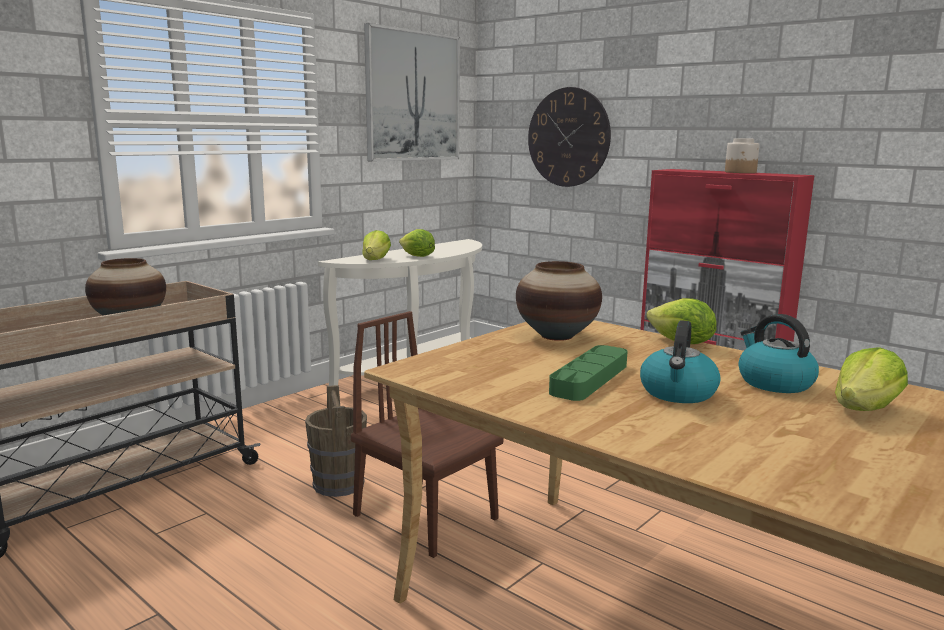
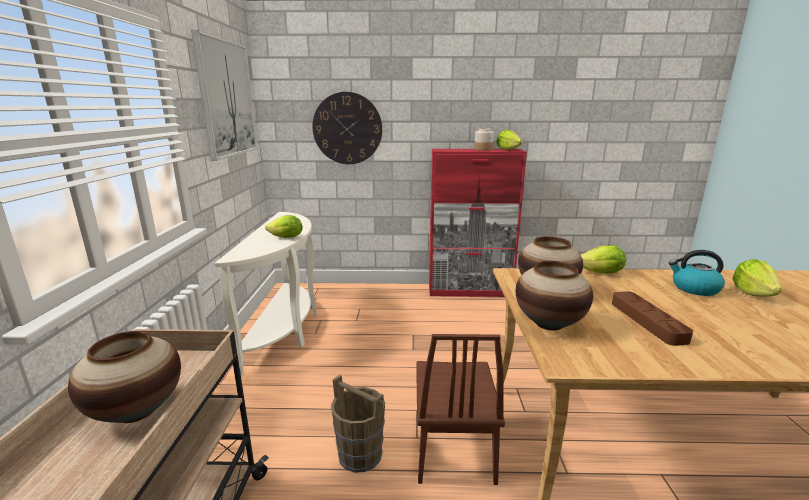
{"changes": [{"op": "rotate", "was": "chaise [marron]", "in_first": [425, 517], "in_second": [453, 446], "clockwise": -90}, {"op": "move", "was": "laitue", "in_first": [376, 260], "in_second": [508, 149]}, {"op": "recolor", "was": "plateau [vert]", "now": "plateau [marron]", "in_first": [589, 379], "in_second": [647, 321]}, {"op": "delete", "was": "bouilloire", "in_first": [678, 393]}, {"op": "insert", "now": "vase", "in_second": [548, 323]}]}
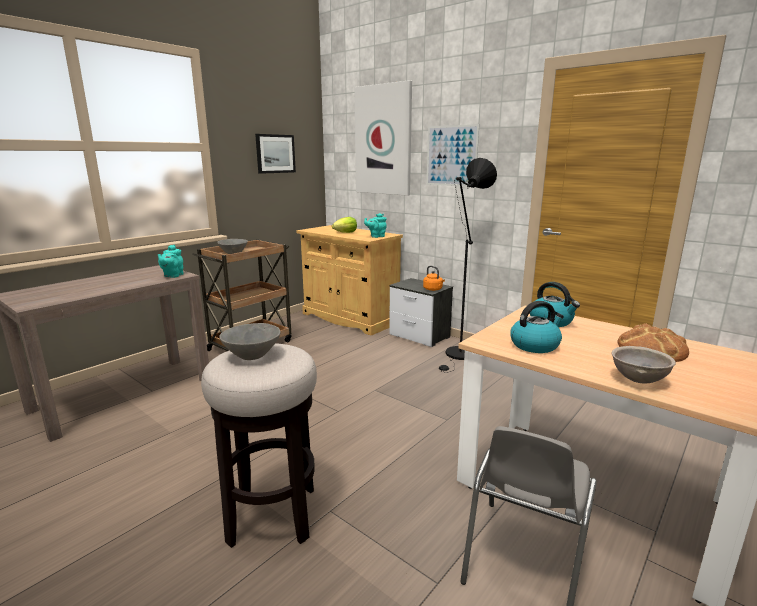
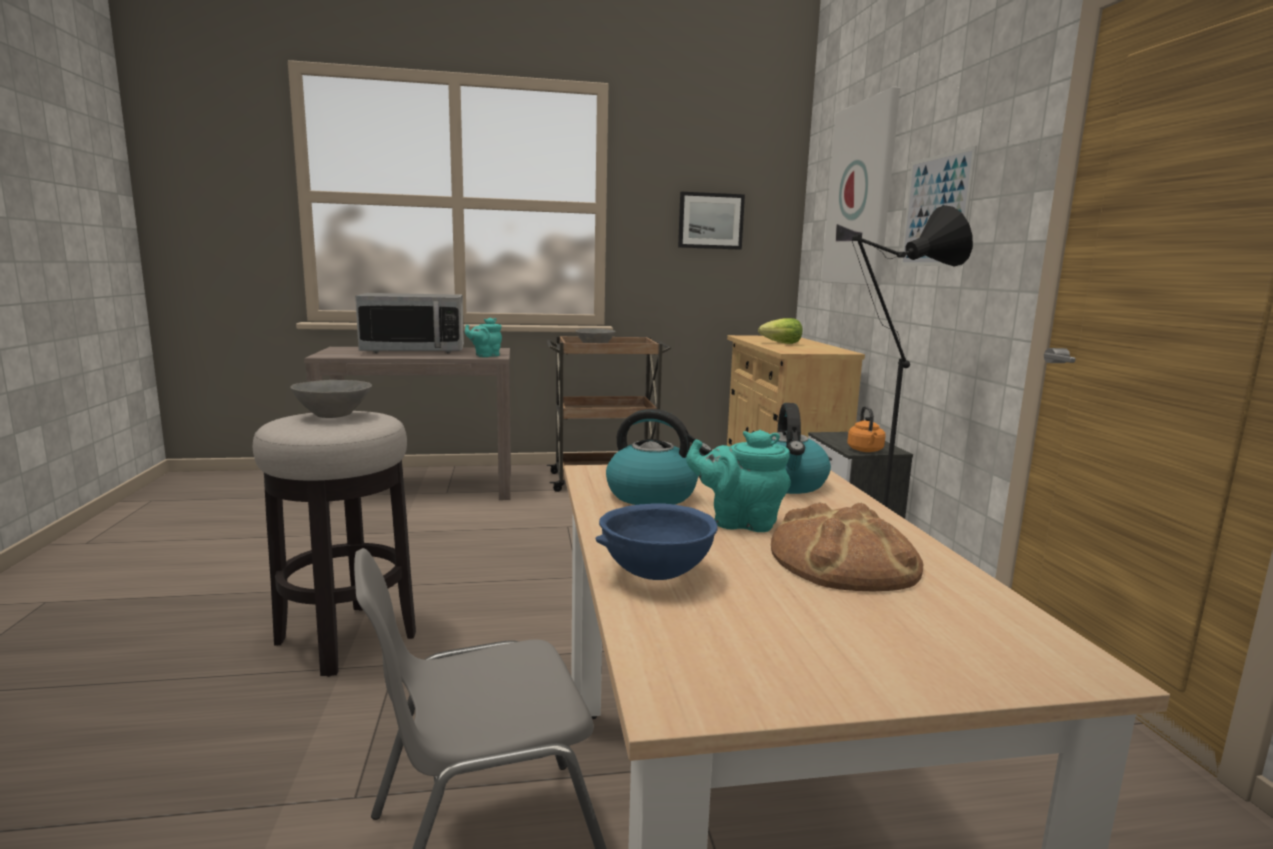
{"changes": [{"op": "move", "was": "théière [turquoise]", "in_first": [376, 236], "in_second": [739, 522]}, {"op": "recolor", "was": "bol [gris]", "now": "bol [bleu]", "in_first": [637, 380], "in_second": [654, 574]}, {"op": "insert", "now": "micro-ondes", "in_second": [414, 351]}]}
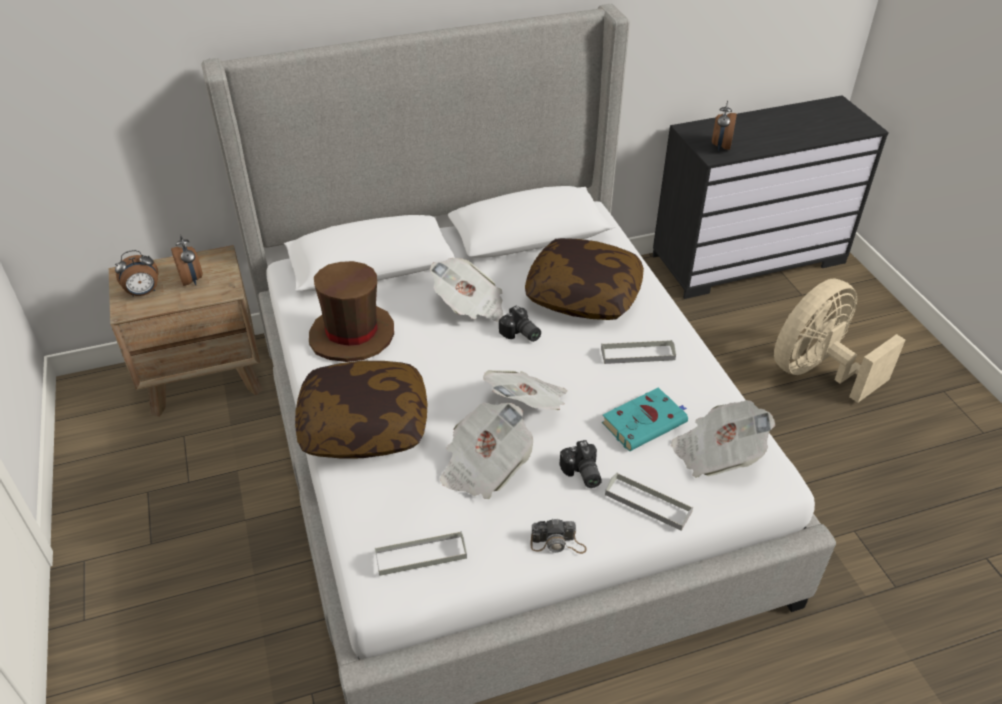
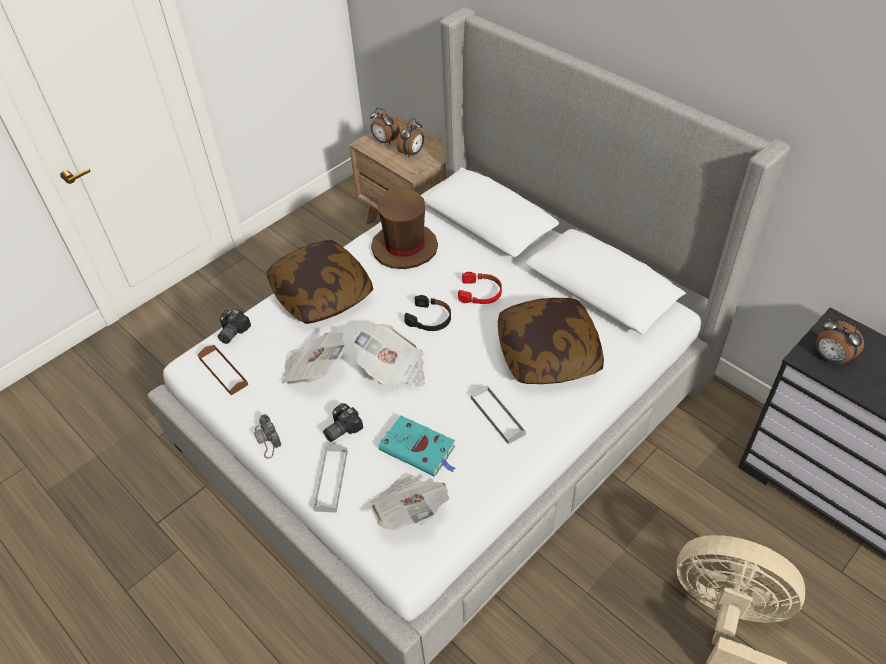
{"changes": [{"op": "recolor", "was": "plateau [gris]", "now": "plateau [marron]", "in_first": [421, 555], "in_second": [223, 371]}, {"op": "replace", "was": "journal", "now": "casque audio [rouge]", "in_first": [470, 306], "in_second": [480, 293]}, {"op": "move", "was": "appareil photo", "in_first": [520, 334], "in_second": [231, 332]}, {"op": "rotate", "was": "réveil", "in_first": [720, 146], "in_second": [830, 358], "clockwise": -120}, {"op": "insert", "now": "casque audio [noir]", "in_second": [430, 319]}]}
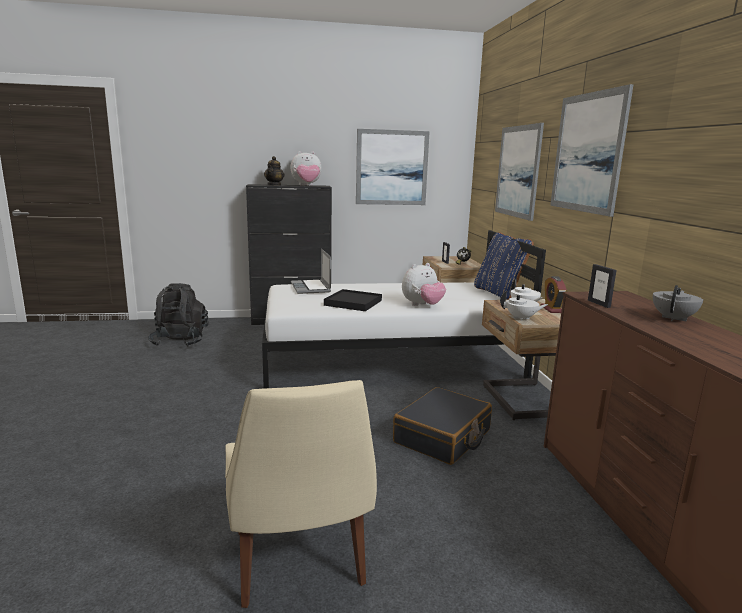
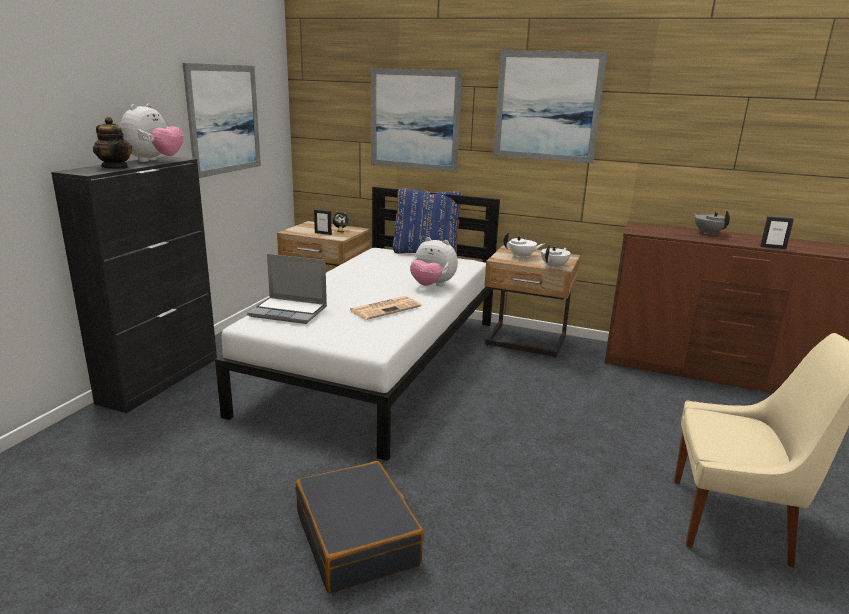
{"changes": [{"op": "delete", "was": "sac à dos [noir]", "in_first": [180, 341]}, {"op": "replace", "was": "plateau [noir]", "now": "journal", "in_first": [353, 303], "in_second": [385, 308]}, {"op": "move", "was": "valise [noir]", "in_first": [443, 437], "in_second": [357, 539]}, {"op": "rotate", "was": "peluche", "in_first": [422, 305], "in_second": [432, 286], "clockwise": 120}, {"op": "delete", "was": "réveil", "in_first": [552, 309]}, {"op": "move", "was": "cadre photo", "in_first": [599, 304], "in_second": [773, 247]}]}
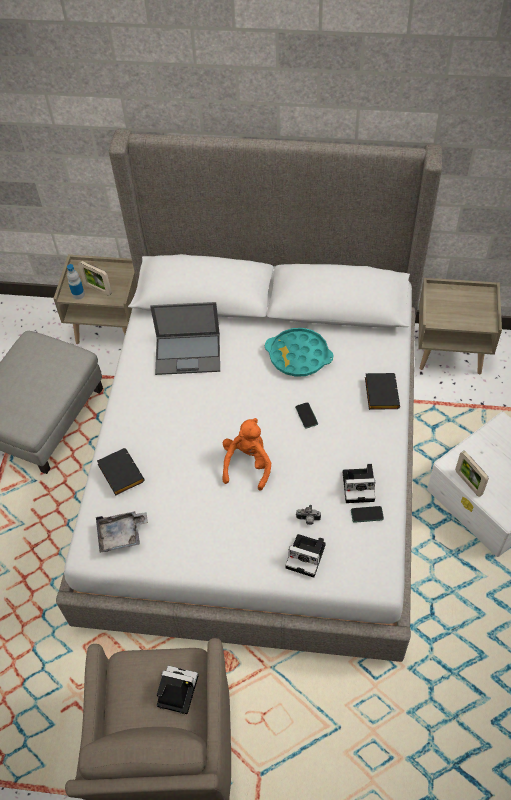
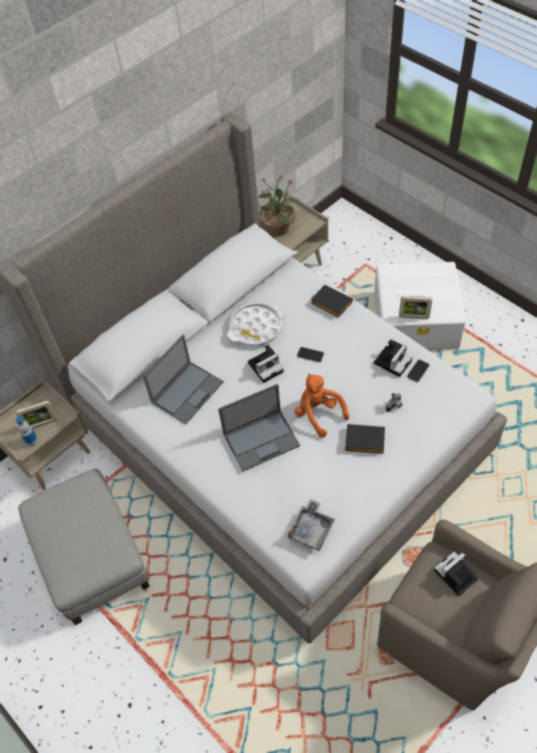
{"changes": [{"op": "move", "was": "livre [noir]", "in_first": [119, 473], "in_second": [363, 442]}, {"op": "recolor", "was": "plateau [turquoise]", "now": "plateau [blanc]", "in_first": [298, 356], "in_second": [256, 328]}, {"op": "move", "was": "appareil photo", "in_first": [307, 556], "in_second": [266, 366]}, {"op": "insert", "now": "ordinateur portable", "in_second": [262, 439]}, {"op": "insert", "now": "plante en pot", "in_second": [278, 228]}]}
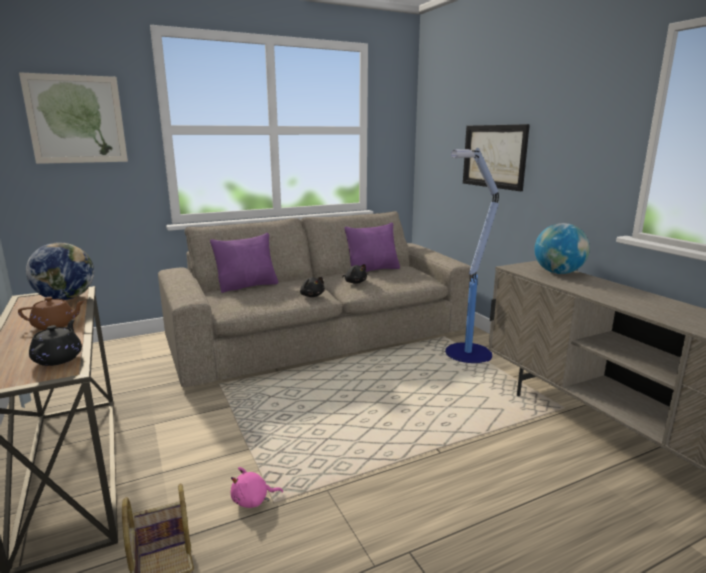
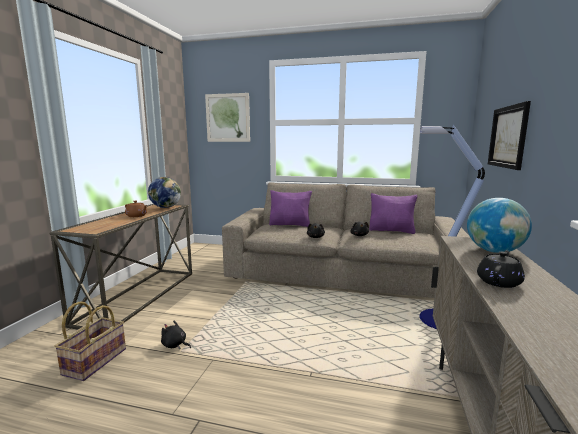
{"changes": [{"op": "move", "was": "théière [noir]", "in_first": [58, 358], "in_second": [499, 282]}, {"op": "recolor", "was": "peluche [rose]", "now": "peluche [noir]", "in_first": [253, 500], "in_second": [175, 345]}]}
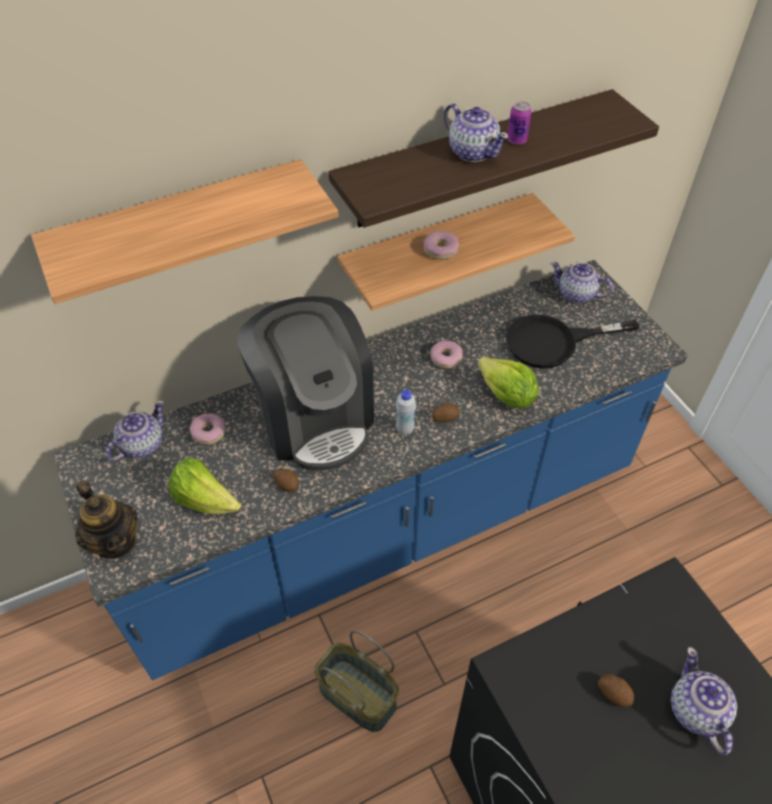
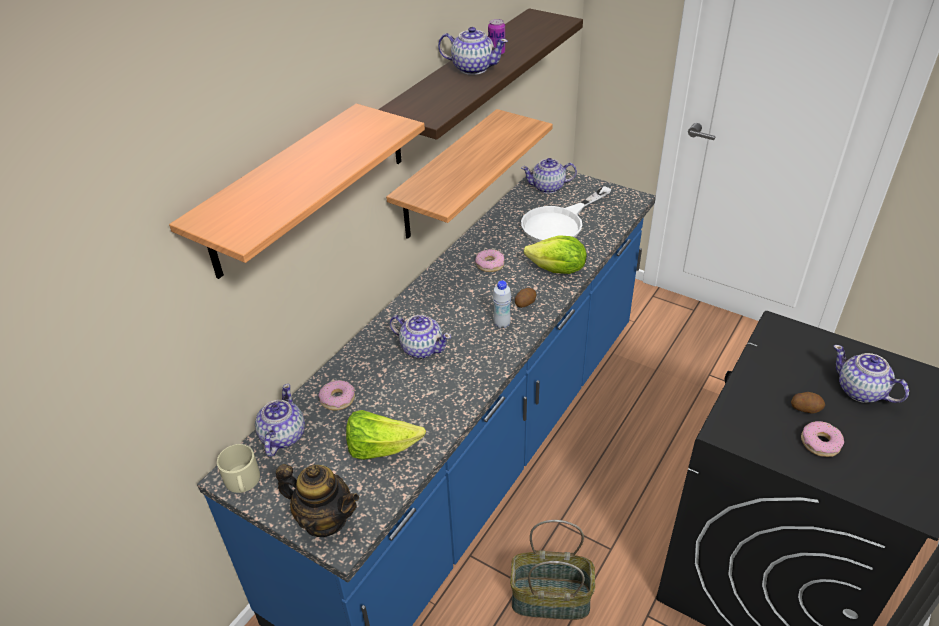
{"changes": [{"op": "replace", "was": "machine à café", "now": "théière", "in_first": [314, 418], "in_second": [421, 348]}, {"op": "delete", "was": "pomme de terre", "in_first": [287, 484]}, {"op": "move", "was": "beignet", "in_first": [440, 249], "in_second": [820, 443]}, {"op": "recolor", "was": "poêle [noir]", "now": "poêle [blanc]", "in_first": [553, 342], "in_second": [559, 223]}, {"op": "insert", "now": "mug [beige]", "in_second": [243, 482]}]}
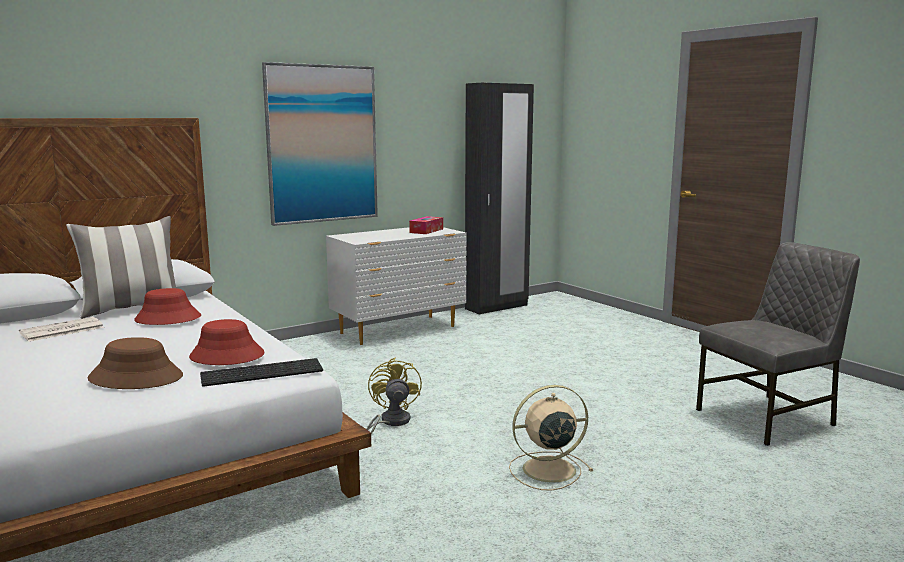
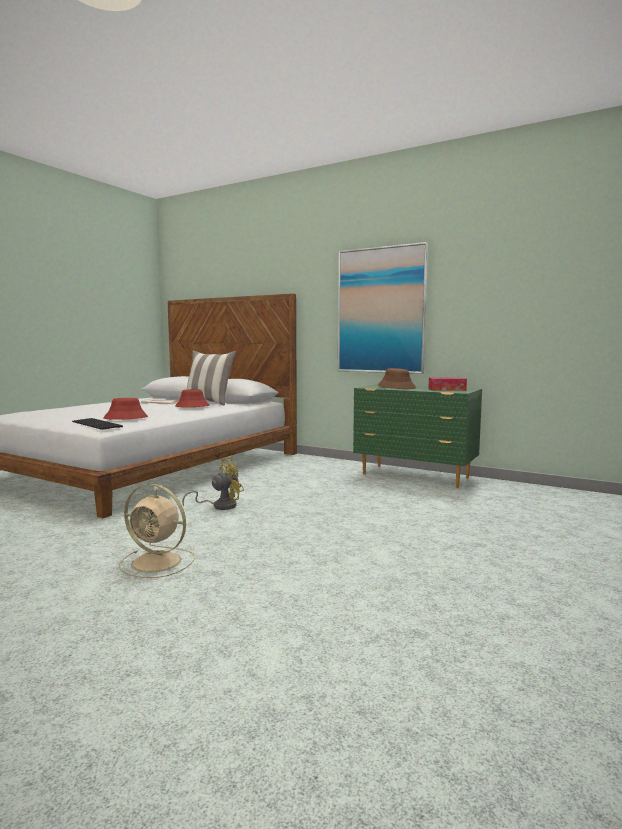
{"changes": [{"op": "move", "was": "chapeau [marron]", "in_first": [136, 377], "in_second": [396, 387]}, {"op": "recolor", "was": "commode [blanc]", "now": "commode [vert]", "in_first": [399, 330], "in_second": [415, 476]}, {"op": "delete", "was": "armoire [noir]", "in_first": [497, 307]}, {"op": "rotate", "was": "ventilateur [beige]", "in_first": [546, 470], "in_second": [158, 562], "clockwise": 150}, {"op": "delete", "was": "chaise [gris]", "in_first": [768, 418]}]}
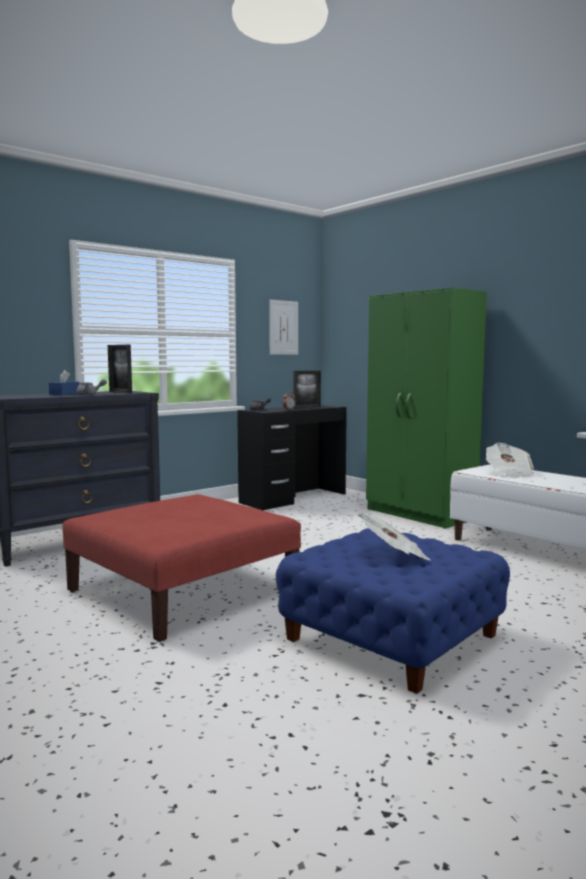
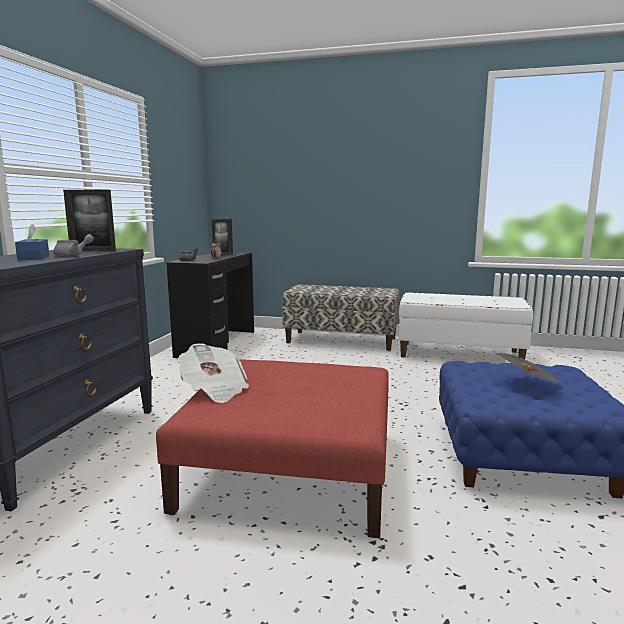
{"changes": [{"op": "delete", "was": "tableau", "in_first": [283, 327]}, {"op": "replace", "was": "armoire [vert]", "now": "banc", "in_first": [420, 514], "in_second": [341, 340]}, {"op": "move", "was": "journal", "in_first": [509, 473], "in_second": [214, 390]}]}
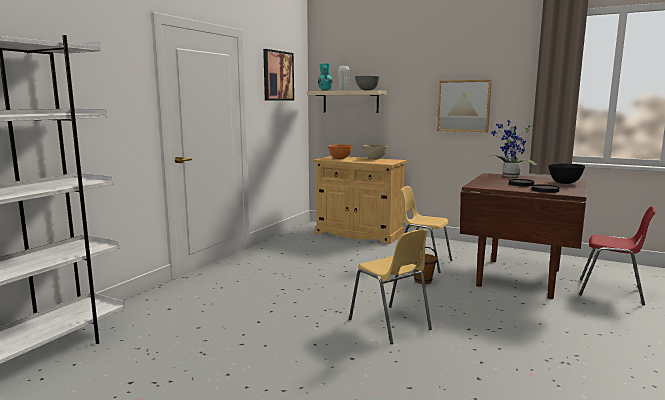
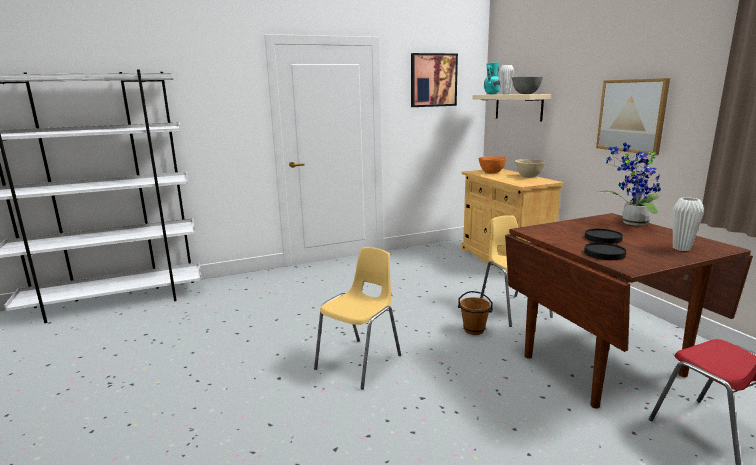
{"changes": [{"op": "rotate", "was": "chaise [jaune]", "in_first": [390, 325], "in_second": [360, 362], "clockwise": -150}, {"op": "replace", "was": "bol [noir]", "now": "vase [blanc]", "in_first": [564, 183], "in_second": [681, 248]}]}
